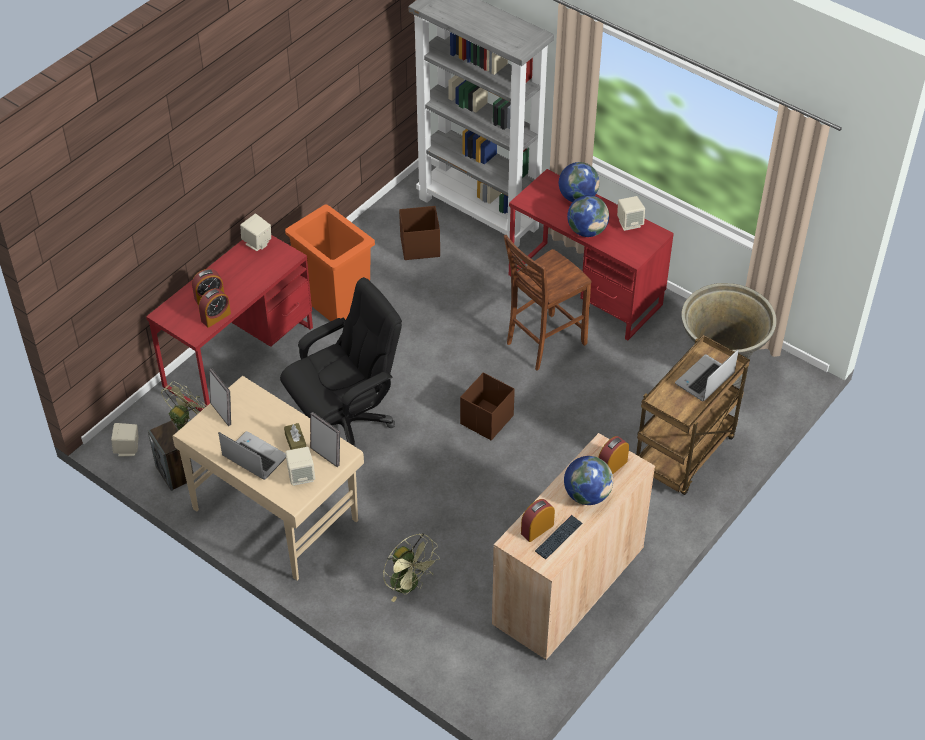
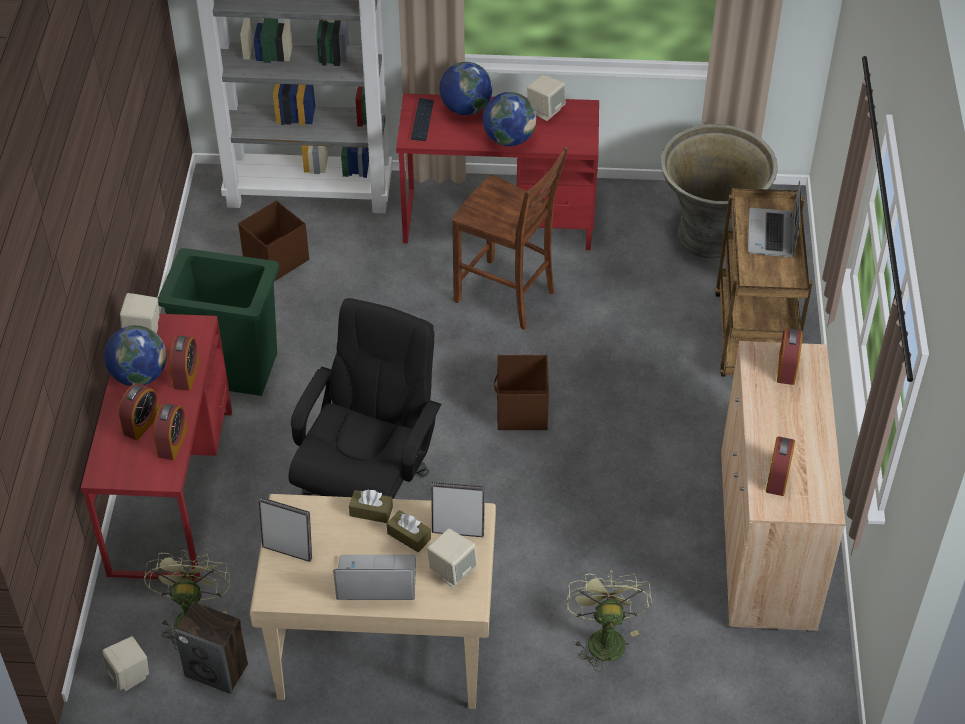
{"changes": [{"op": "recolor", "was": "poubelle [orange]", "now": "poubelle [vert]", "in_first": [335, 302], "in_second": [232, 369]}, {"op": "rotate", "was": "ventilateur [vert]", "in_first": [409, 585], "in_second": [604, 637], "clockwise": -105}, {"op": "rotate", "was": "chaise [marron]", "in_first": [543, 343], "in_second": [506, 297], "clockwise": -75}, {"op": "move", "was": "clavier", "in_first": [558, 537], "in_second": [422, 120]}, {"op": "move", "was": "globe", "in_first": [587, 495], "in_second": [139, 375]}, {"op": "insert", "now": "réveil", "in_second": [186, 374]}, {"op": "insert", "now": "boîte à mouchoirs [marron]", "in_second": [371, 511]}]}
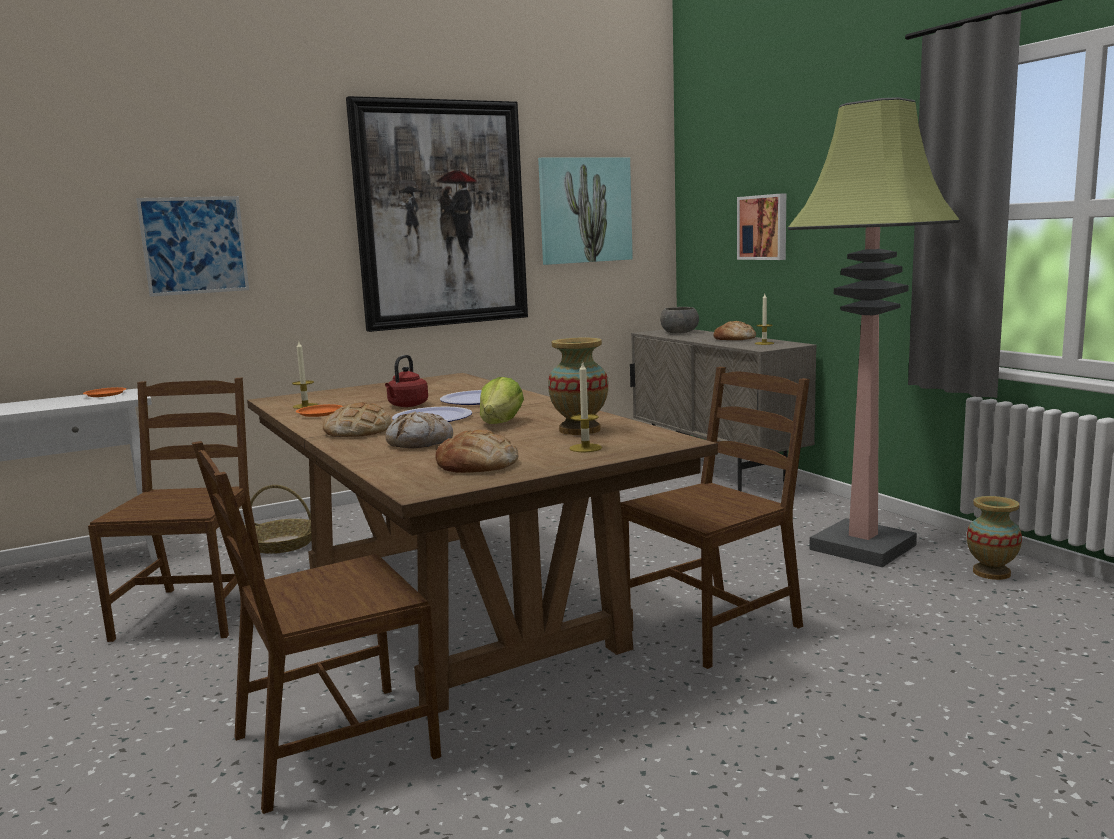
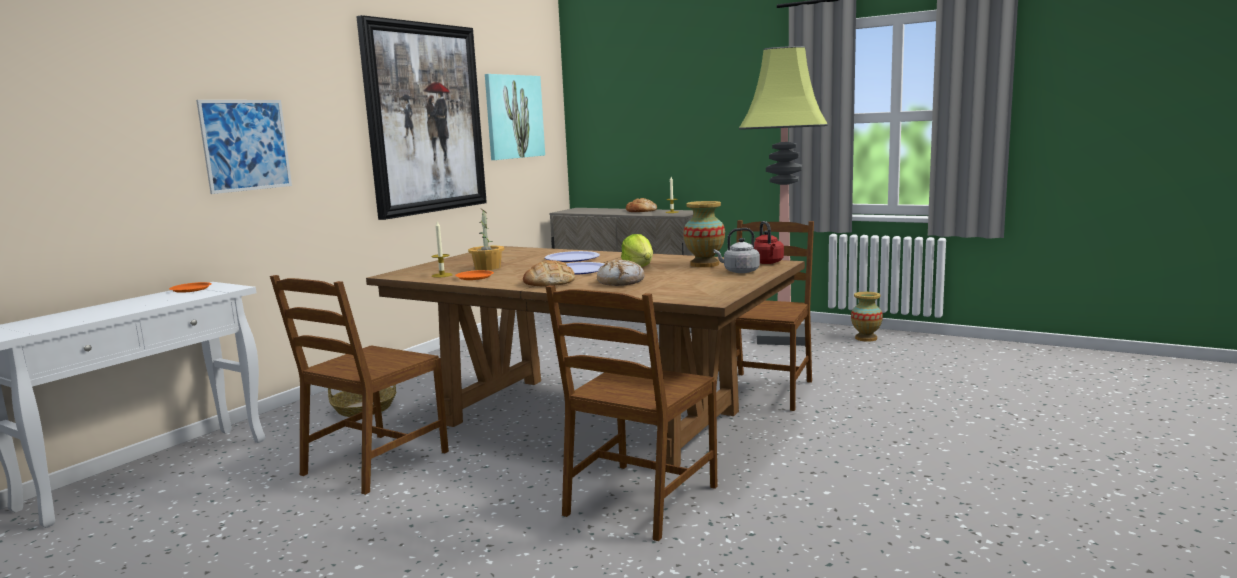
{"changes": [{"op": "rotate", "was": "chaise [marron]", "in_first": [193, 612], "in_second": [374, 463], "clockwise": -120}, {"op": "move", "was": "bouilloire [rouge]", "in_first": [407, 405], "in_second": [767, 263]}, {"op": "delete", "was": "pain", "in_first": [477, 464]}, {"op": "replace", "was": "bougie", "now": "bouilloire [gris]", "in_first": [585, 448], "in_second": [739, 271]}, {"op": "delete", "was": "bol [gris]", "in_first": [679, 332]}, {"op": "delete", "was": "tableau", "in_first": [763, 227]}, {"op": "insert", "now": "plante en pot", "in_second": [487, 268]}]}
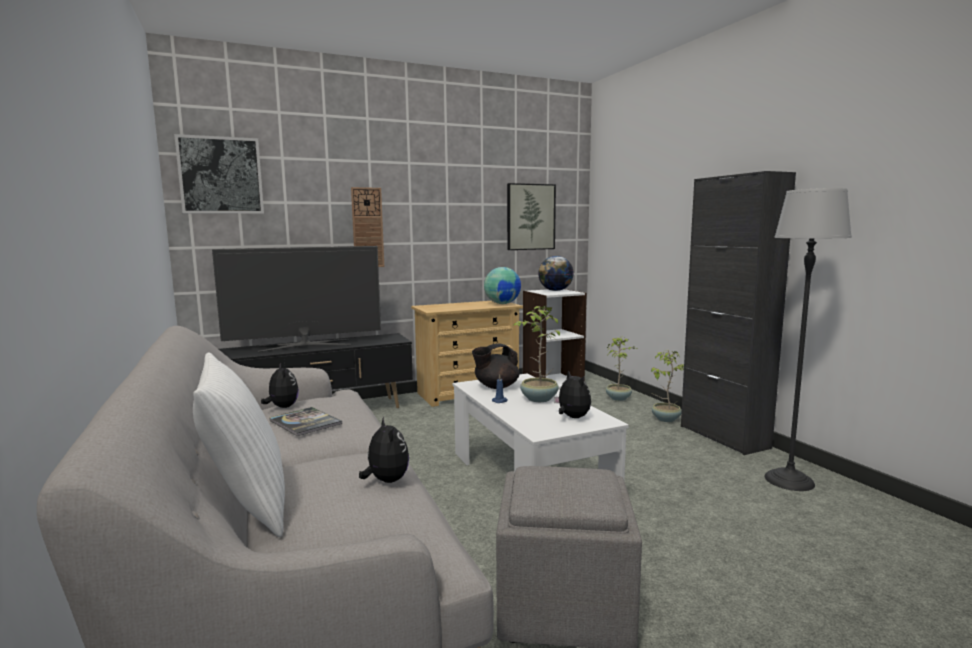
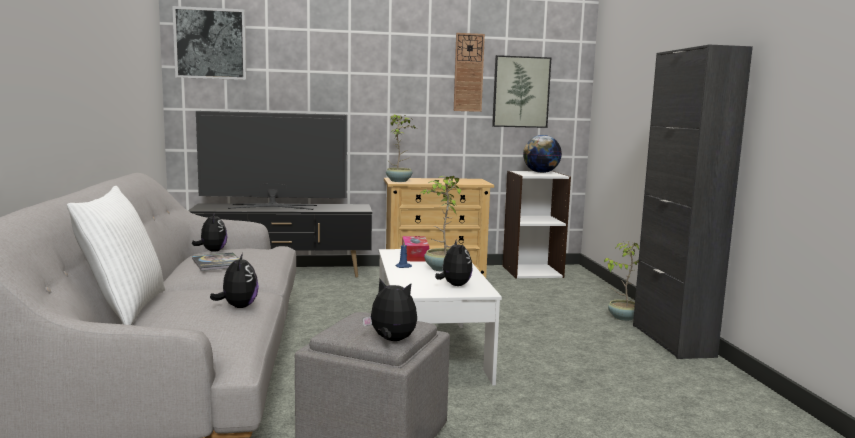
{"changes": [{"op": "move", "was": "horloge murale", "in_first": [367, 227], "in_second": [468, 72]}, {"op": "replace", "was": "théière [noir]", "now": "boîte à mouchoirs", "in_first": [496, 386], "in_second": [415, 255]}, {"op": "delete", "was": "globe", "in_first": [502, 303]}, {"op": "move", "was": "plante en pot", "in_first": [618, 398], "in_second": [399, 181]}, {"op": "delete", "was": "lampadaire", "in_first": [789, 480]}, {"op": "insert", "now": "peluche", "in_second": [391, 341]}]}
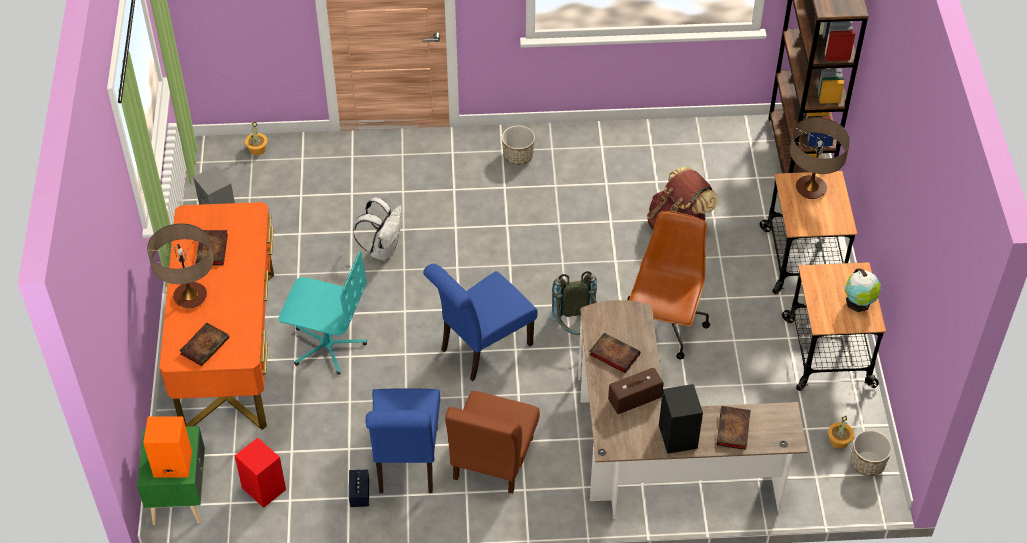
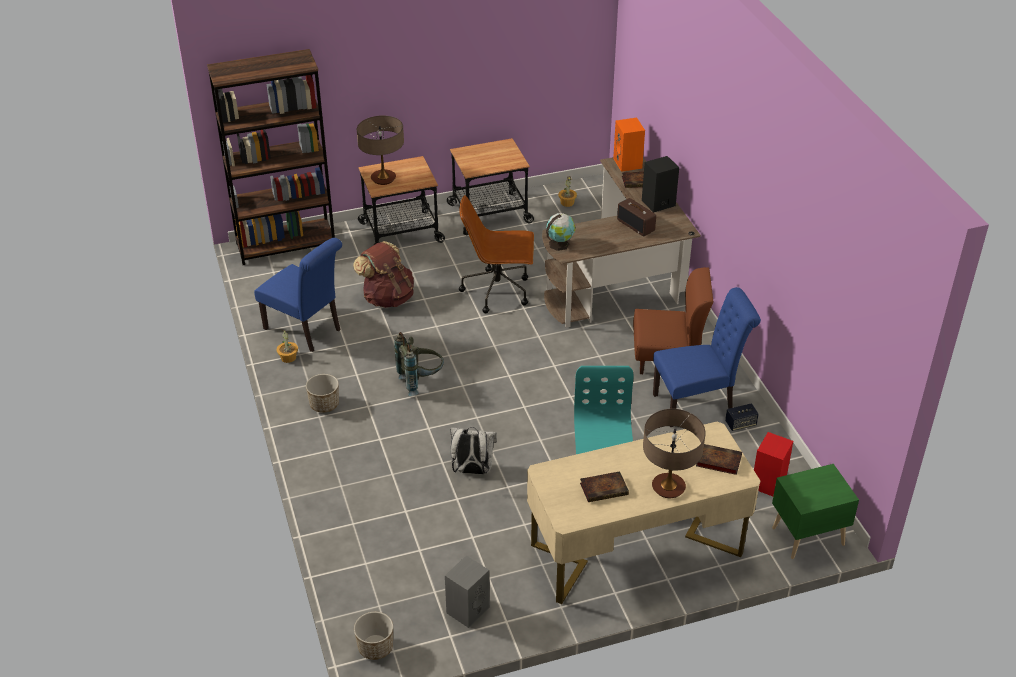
{"changes": [{"op": "move", "was": "enceinte [orange]", "in_first": [171, 465], "in_second": [628, 163]}, {"op": "recolor", "was": "bureau [orange]", "now": "bureau [beige]", "in_first": [229, 350], "in_second": [636, 549]}, {"op": "move", "was": "plante en pot", "in_first": [257, 149], "in_second": [288, 358]}, {"op": "move", "was": "chaise [bleu]", "in_first": [481, 349], "in_second": [306, 330]}, {"op": "move", "was": "sac à dos [gris]", "in_first": [576, 328], "in_second": [420, 381]}, {"op": "delete", "was": "livre", "in_first": [613, 354]}, {"op": "move", "was": "globe", "in_first": [859, 303], "in_second": [560, 244]}, {"op": "move", "was": "cache-pot", "in_first": [867, 463], "in_second": [375, 647]}]}
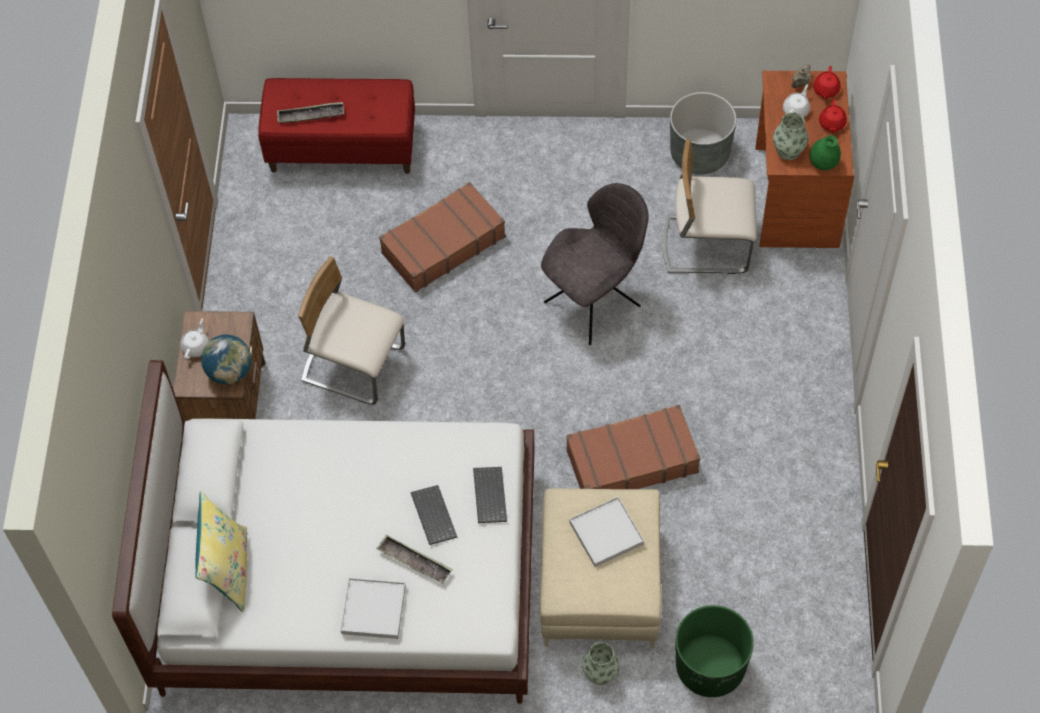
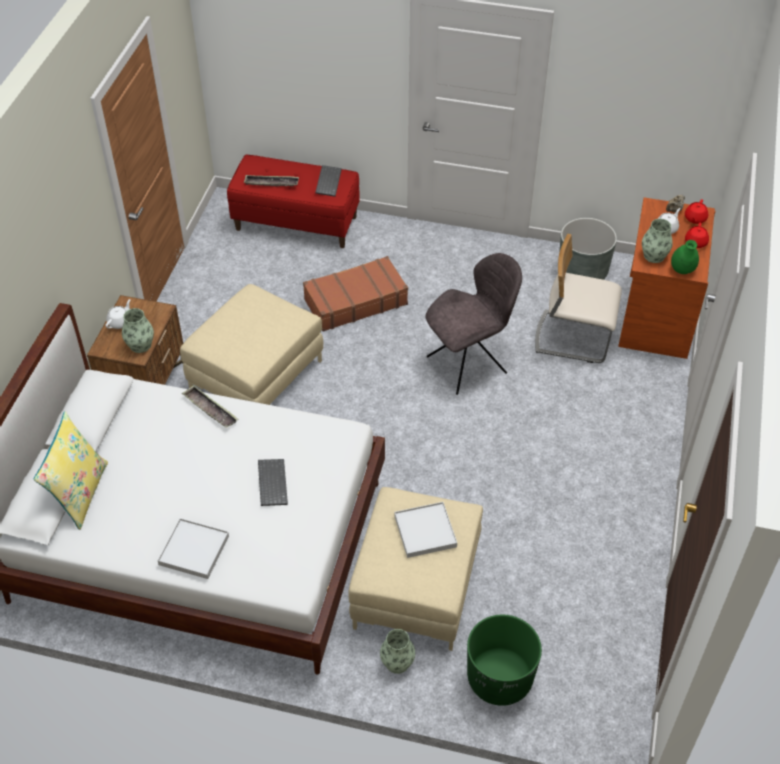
{"changes": [{"op": "replace", "was": "globe", "now": "vase", "in_first": [230, 372], "in_second": [140, 345]}, {"op": "replace", "was": "chaise [beige]", "now": "pouf [beige]", "in_first": [354, 364], "in_second": [256, 375]}, {"op": "move", "was": "plateau", "in_first": [414, 561], "in_second": [210, 409]}, {"op": "move", "was": "clavier", "in_first": [488, 495], "in_second": [327, 181]}, {"op": "delete", "was": "valise [marron]", "in_first": [631, 460]}]}
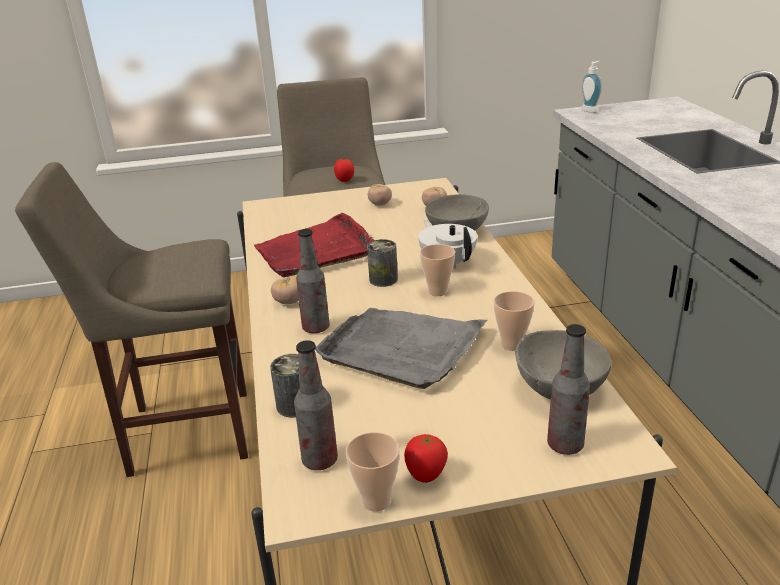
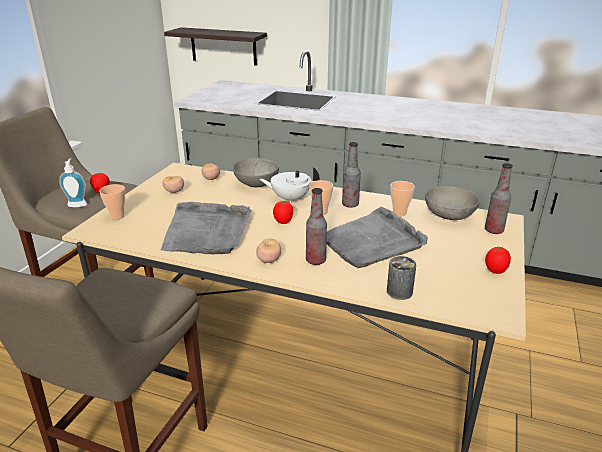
{"changes": [{"op": "recolor", "was": "plateau [rouge]", "now": "plateau [gris]", "in_first": [316, 250], "in_second": [207, 231]}, {"op": "move", "was": "bouteille", "in_first": [320, 460], "in_second": [350, 205]}, {"op": "move", "was": "tasse", "in_first": [376, 500], "in_second": [117, 216]}, {"op": "replace", "was": "boîte métallique", "now": "tomate", "in_first": [383, 279], "in_second": [283, 222]}, {"op": "move", "was": "distributeur de savon", "in_first": [591, 110], "in_second": [78, 204]}, {"op": "insert", "now": "étagère", "in_second": [223, 46]}]}
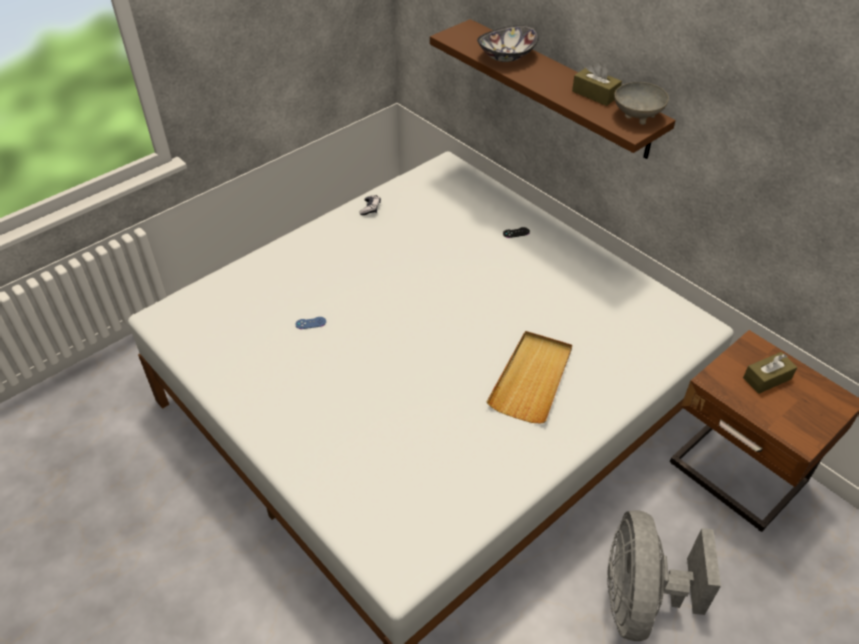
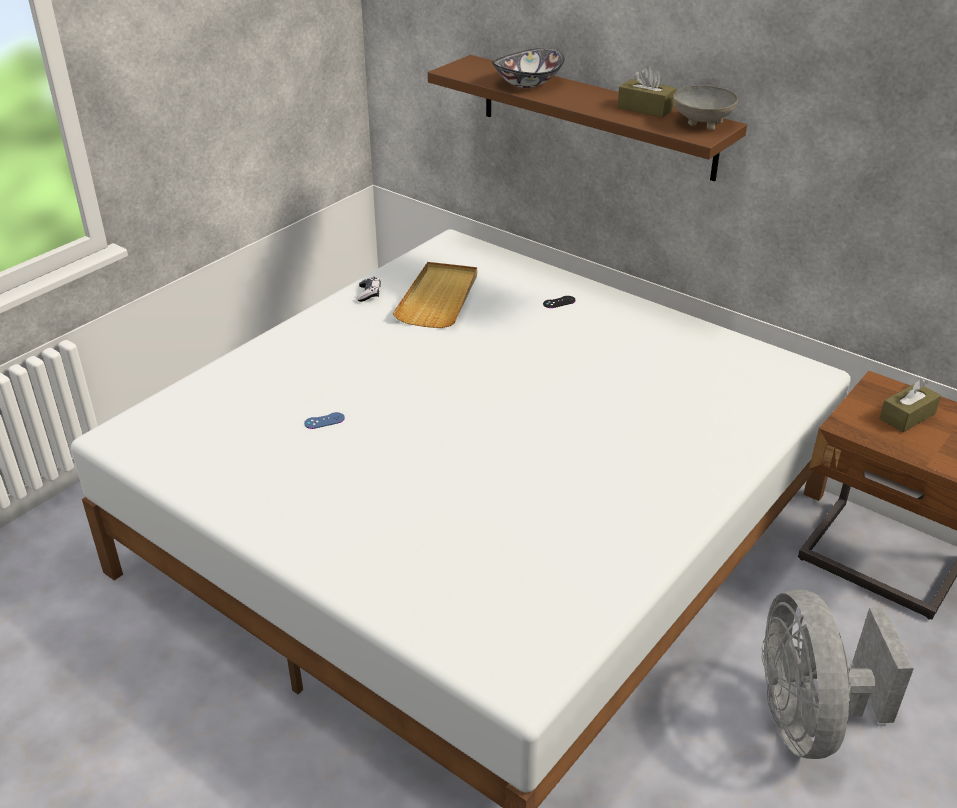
{"changes": [{"op": "move", "was": "plateau [beige]", "in_first": [532, 379], "in_second": [439, 298]}]}
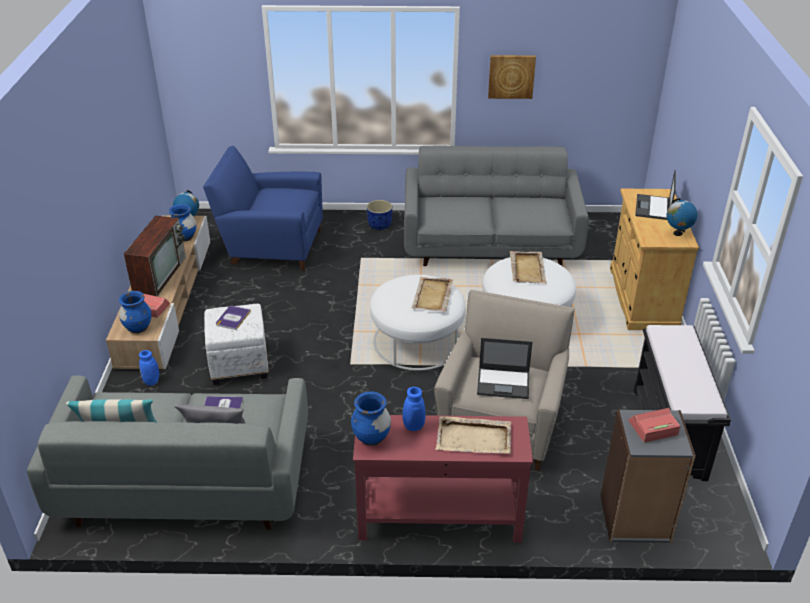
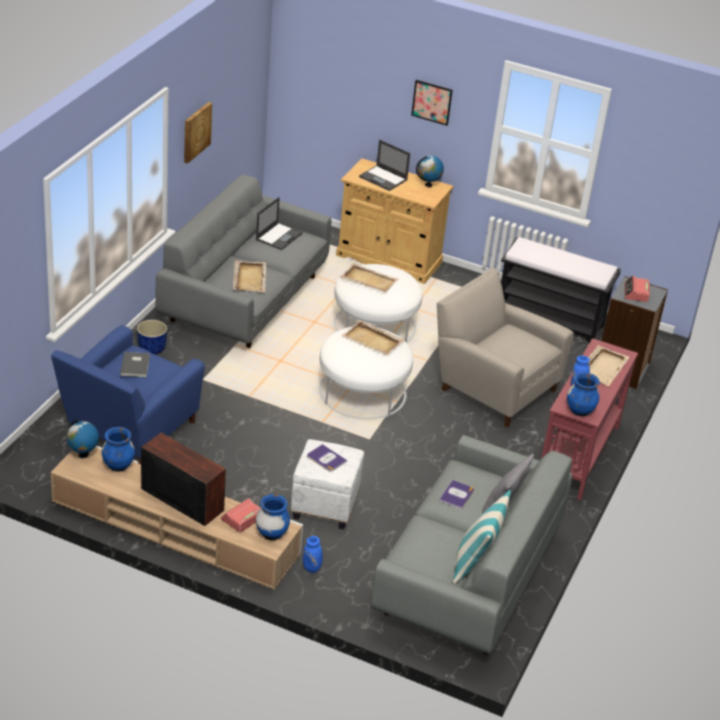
{"changes": [{"op": "move", "was": "ordinateur portable", "in_first": [504, 383], "in_second": [279, 236]}, {"op": "insert", "now": "livre [gris]", "in_second": [136, 365]}, {"op": "insert", "now": "plateau [beige]", "in_second": [249, 278]}, {"op": "insert", "now": "tableau", "in_second": [432, 102]}]}
